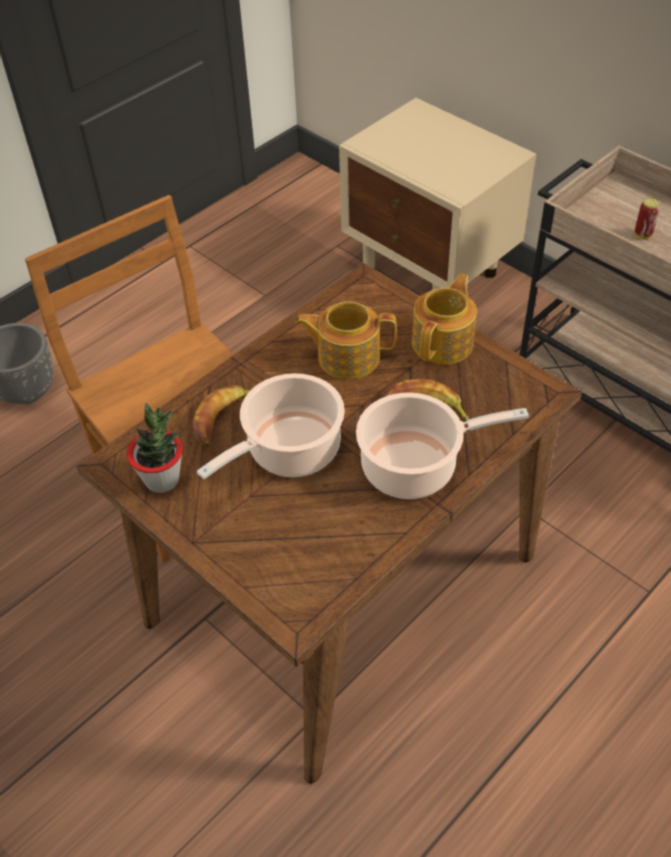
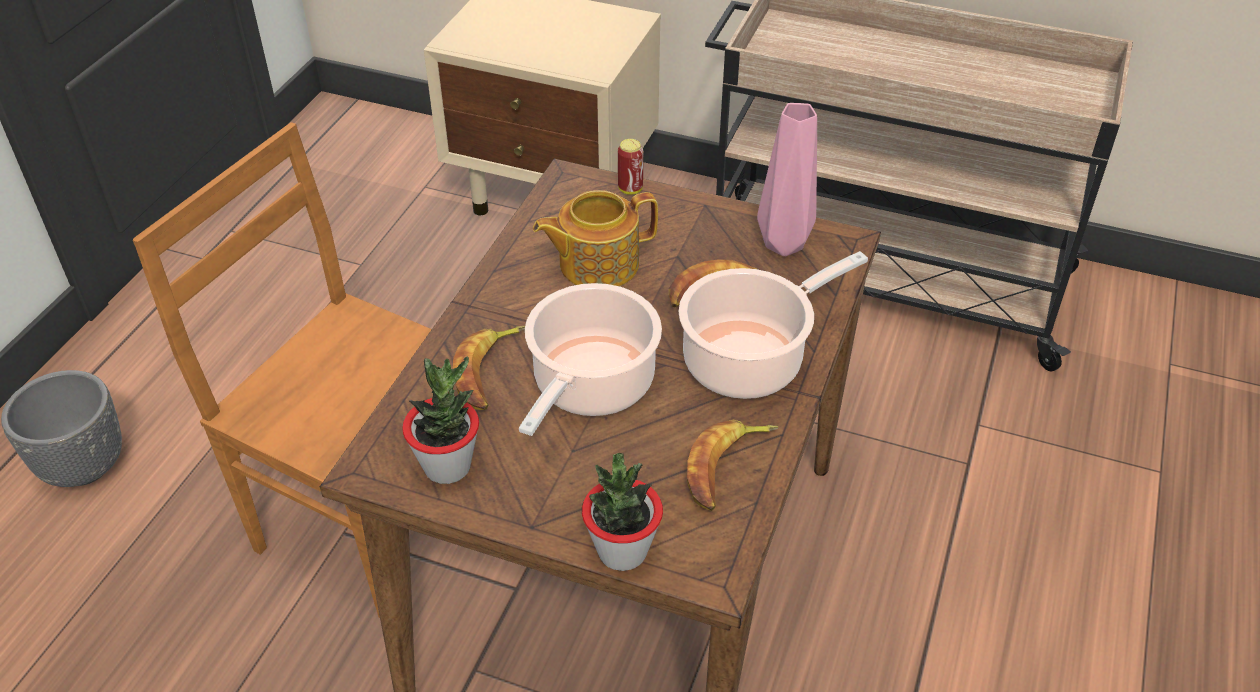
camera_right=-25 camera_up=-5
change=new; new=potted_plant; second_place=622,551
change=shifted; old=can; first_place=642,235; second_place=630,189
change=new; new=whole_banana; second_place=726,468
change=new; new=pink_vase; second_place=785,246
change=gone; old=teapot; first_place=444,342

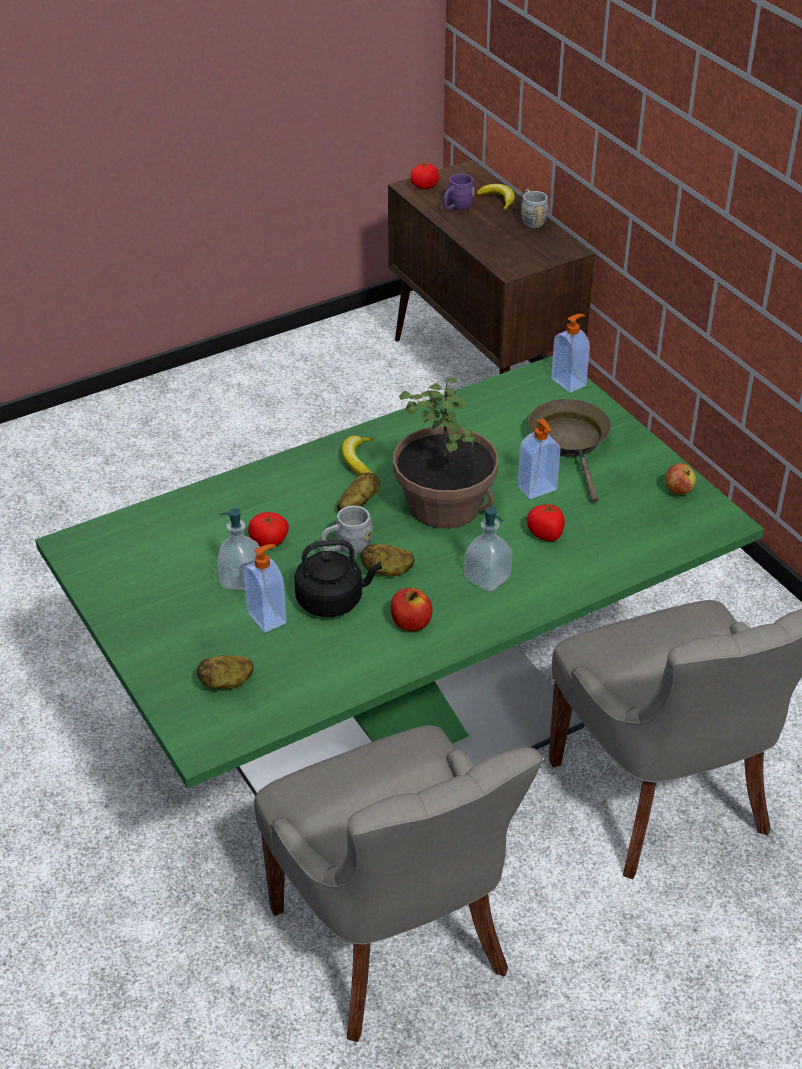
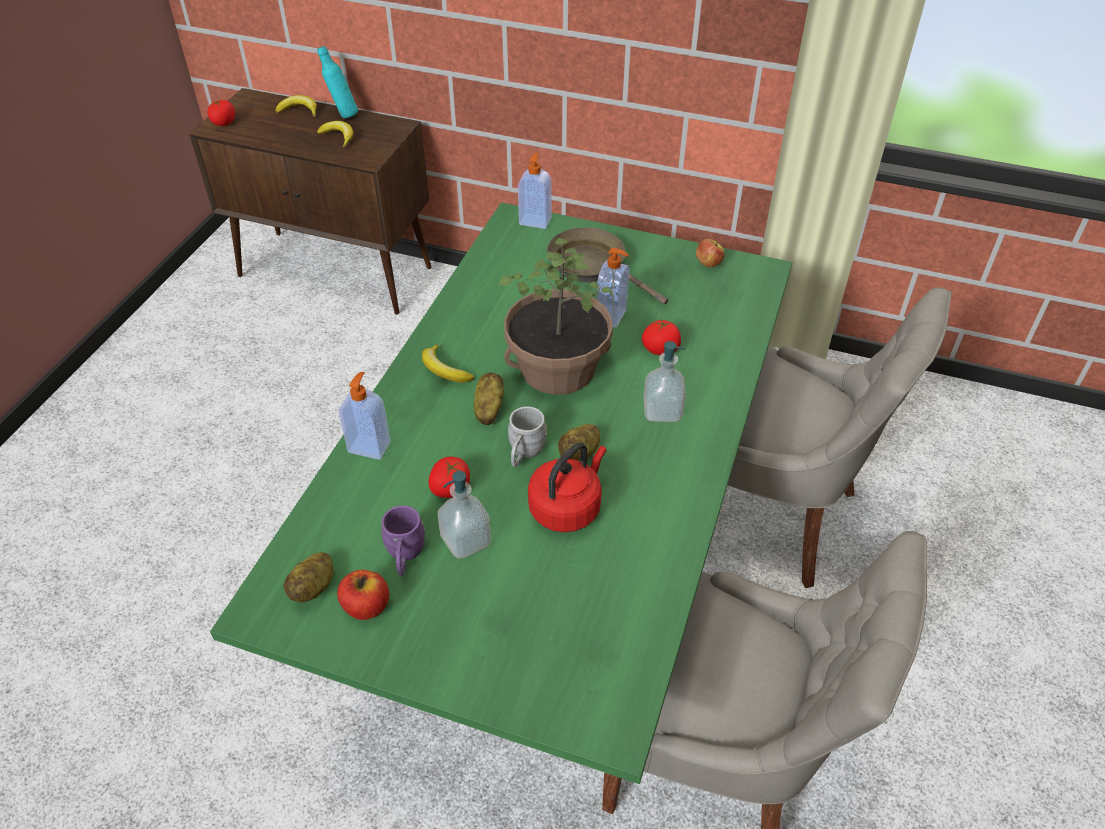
camera_right=-40 camera_up=5
change=shifted; old=spud; first_place=227,683; second_place=314,587
change=swapped; old=gray_tea_mug; new=blue-green_beverage_bottle; first_place=531,219; second_place=343,115
change=new; new=whole_banana; second_place=338,137
change=shifted; old=apple; first_place=411,623; second_place=366,606
change=shifted; old=soap_bottle; first_place=268,617; second_place=370,446
change=shifted; old=purple-coloured_tea_mug; first_place=456,207; second_place=405,556
change=repainted; old=black-coloured_water_kettle; new=red-coloured_water_kettle; first_place=333,600; second_place=567,507

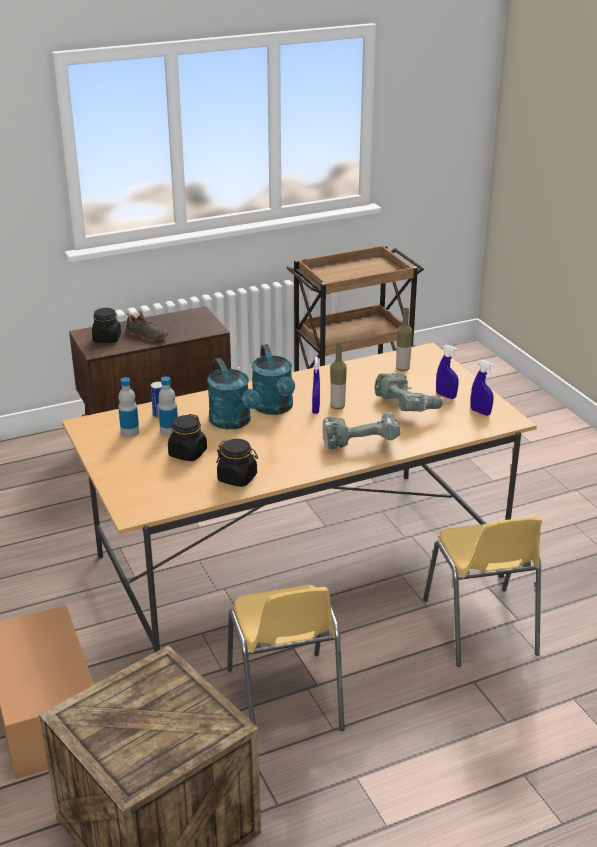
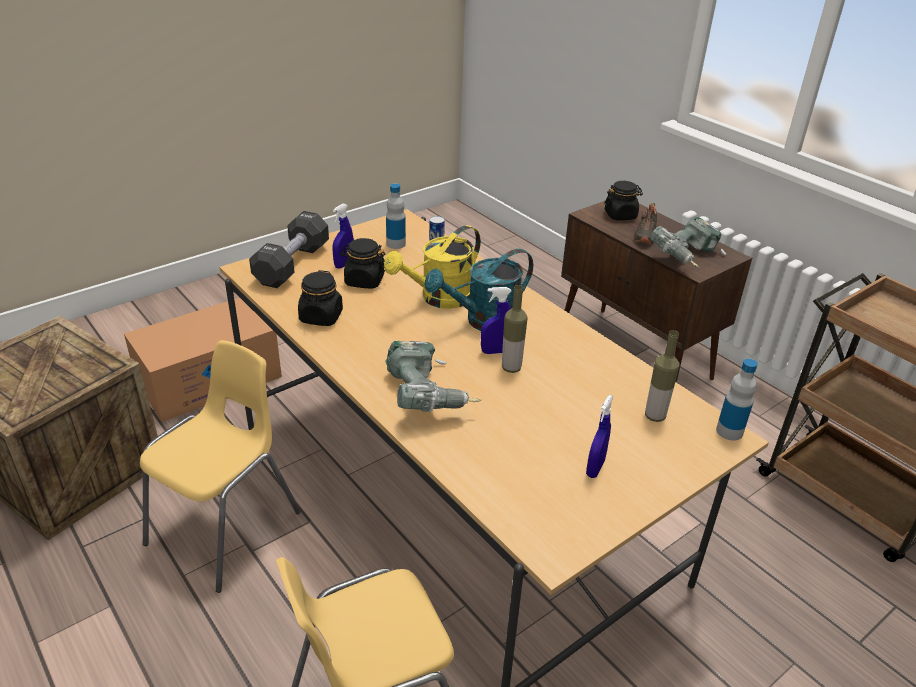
camera_right=75 camera_up=5
change=rotated; old=yellow_upright_chair; first_place=285,700; second_place=227,528; degrees=150
change=new; new=black-coloured_free_weight; second_place=292,264
change=shifted; old=blue-coloured_hand_sprayer; first_place=480,412; second_place=344,264
change=repainted; old=blue-green_sprinkling_can; new=yellow_sprinkling_can; first_place=233,422; second_place=439,299
change=shifted; old=electric_drill; first_place=409,408; second_place=688,258
change=shifted; old=beverage_bottle; first_place=169,431; second_place=729,431

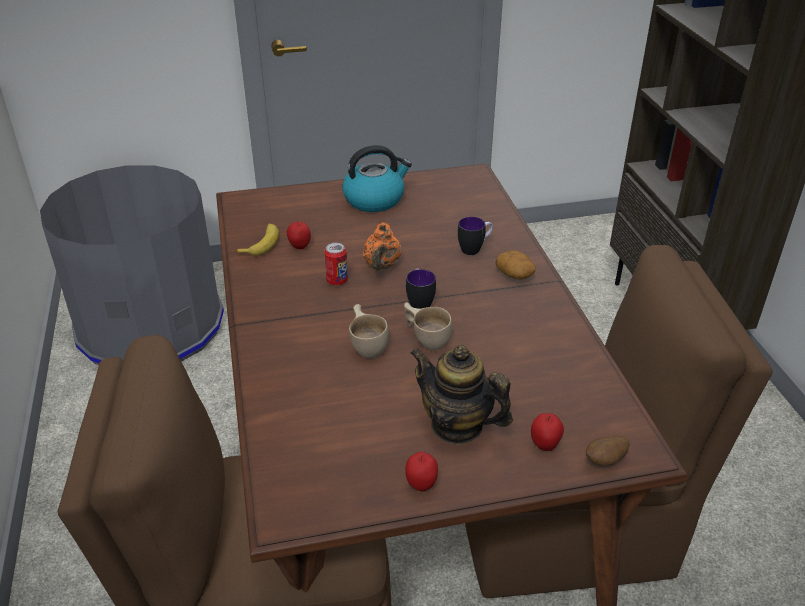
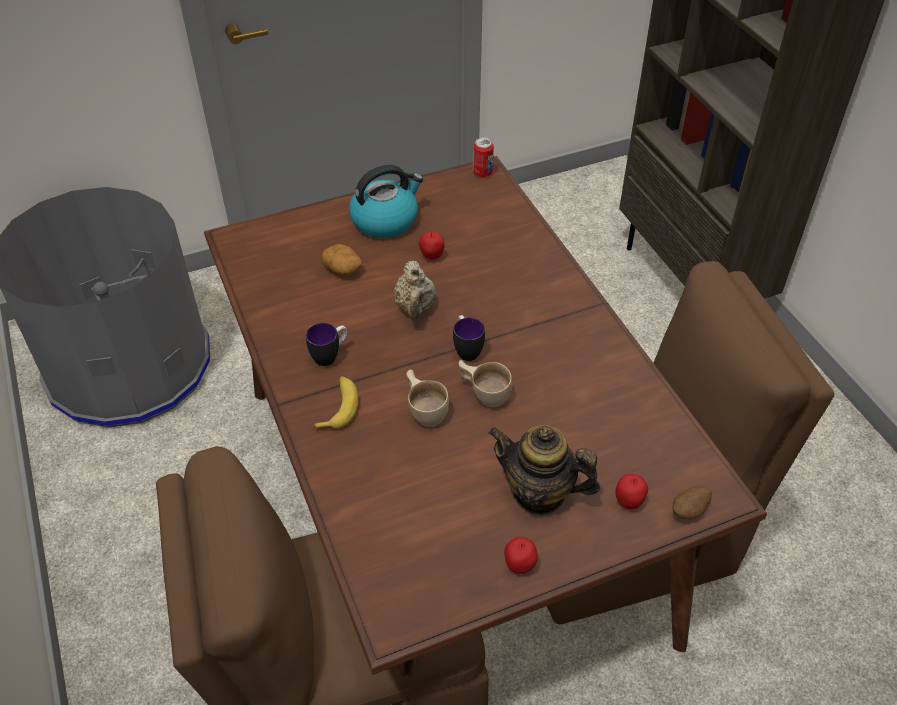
camera_right=-10 camera_up=10
change=shifted; old=tea_mug; first_place=474,249; second_place=330,356
change=shifted; old=whole_banana; first_place=261,244; second_place=338,407
change=shifted; old=spud; first_place=515,274; second_place=343,269
change=repainted; old=orangey_teapot; new=beige_teapot; first_place=382,265; second_place=415,308
change=shifted; old=apple; first_place=299,247; second_place=432,257
change=shifted; old=can; first_place=337,281; second_place=482,173

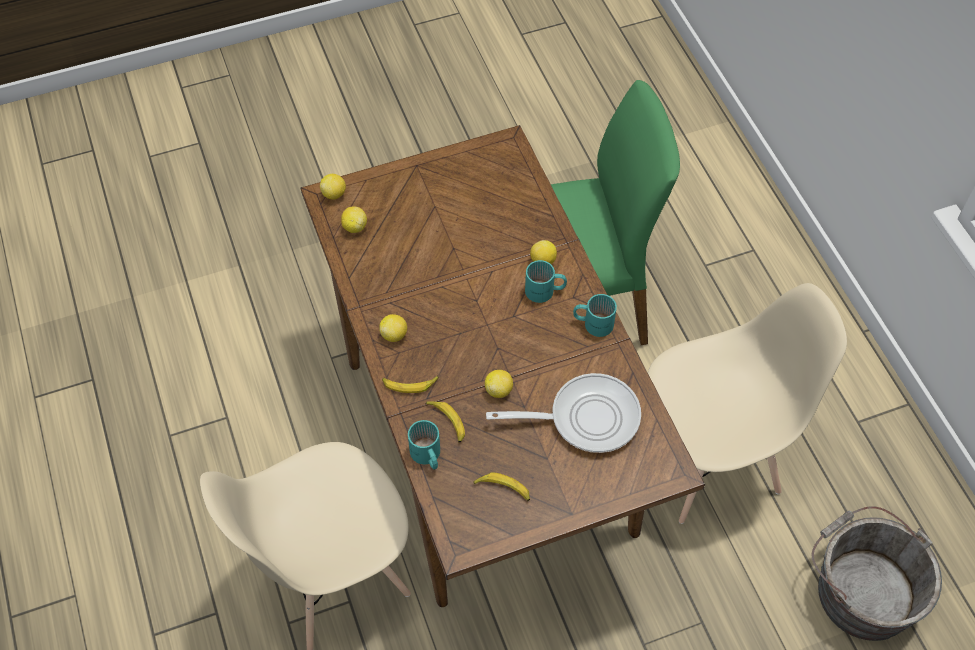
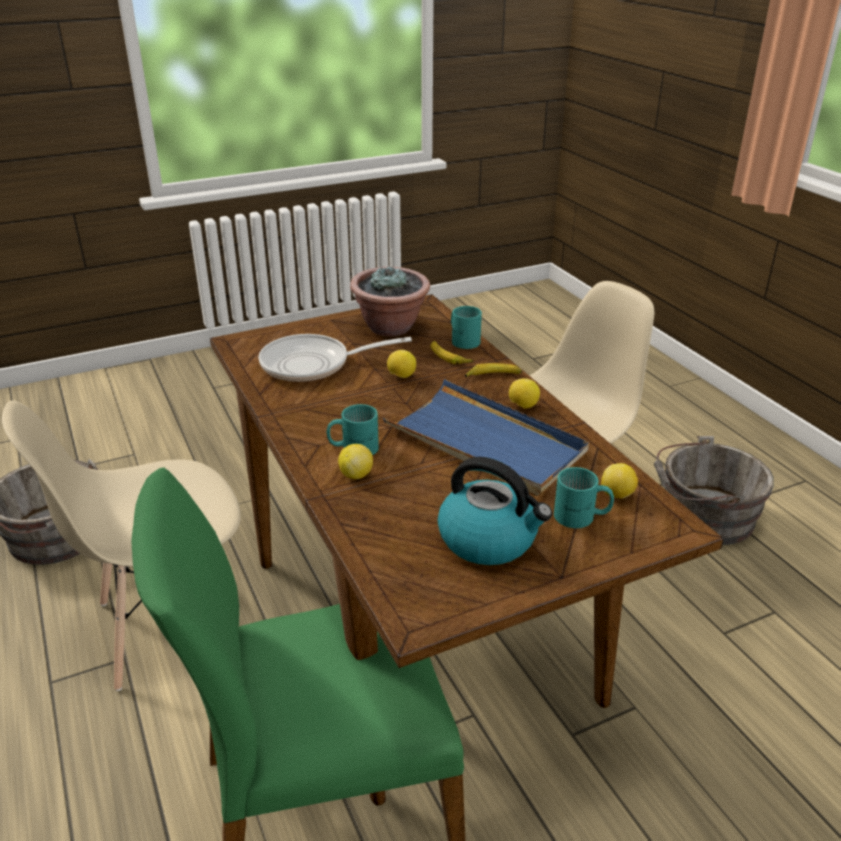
camera_right=175 camera_up=-25
change=swapped; old=whole_banana; new=potted_plant; first_place=503,489; second_place=391,327
change=new; new=blue-coloured_carrying_tray; second_place=486,443
change=new; new=water_kettle; second_place=489,539
change=shifted; old=blue-green_tea_mug; first_place=593,322; second_place=581,517
change=new; new=gray_pail; second_place=702,516
change=gone; old=lemon; first_place=334,194

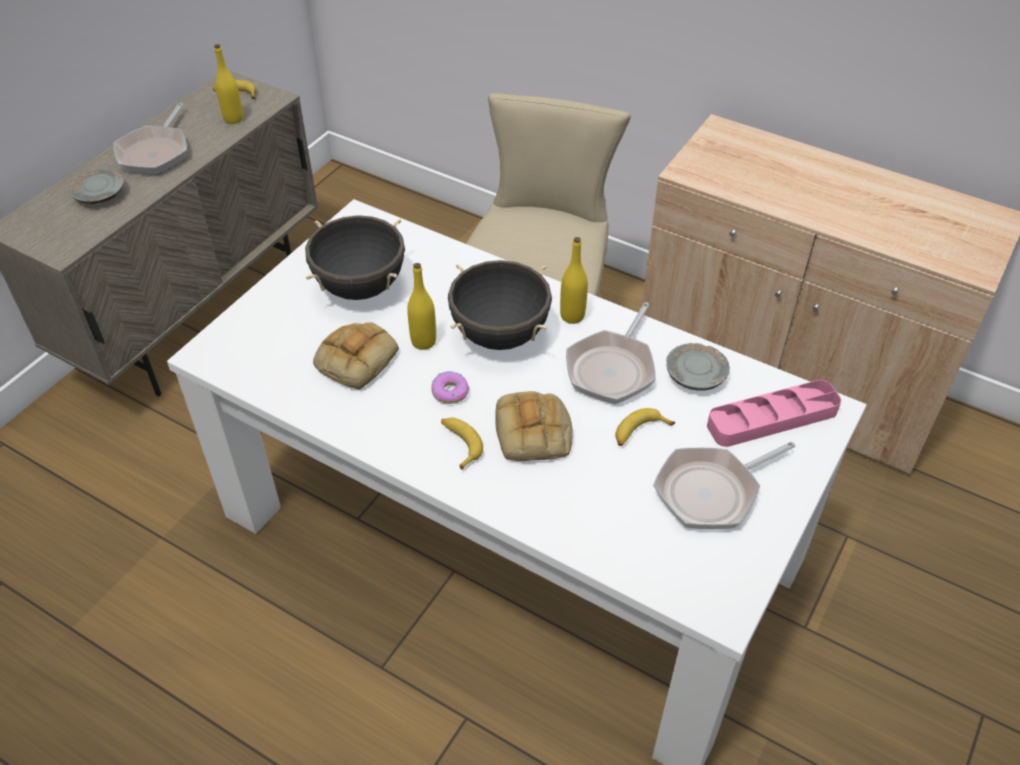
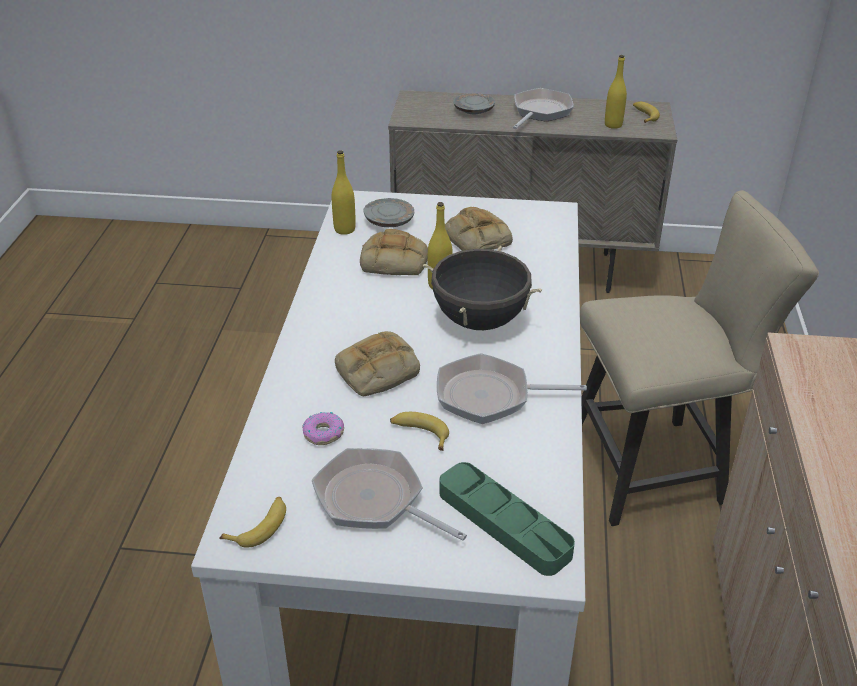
camera_right=65 camera_up=-10
change=shifted; old=whole_banana; first_place=459,444; second_place=259,526
change=shifted; old=donut; first_place=450,392; second_place=323,433
change=shifted; old=yellow_beverage_bottle; first_place=572,316; second_place=344,229
change=shifted; old=gray_flat_dish; first_place=695,375; second_place=389,221
change=repainted; old=pink_carrying_tray; new=green_carrying_tray; first_place=772,418; second_place=503,523
change=swapped; old=black-coloured_stockpot; new=bakery_bread; first_place=360,287; second_place=475,238
change=rotated; old=pan; first_place=156,152; second_place=540,112; degrees=135

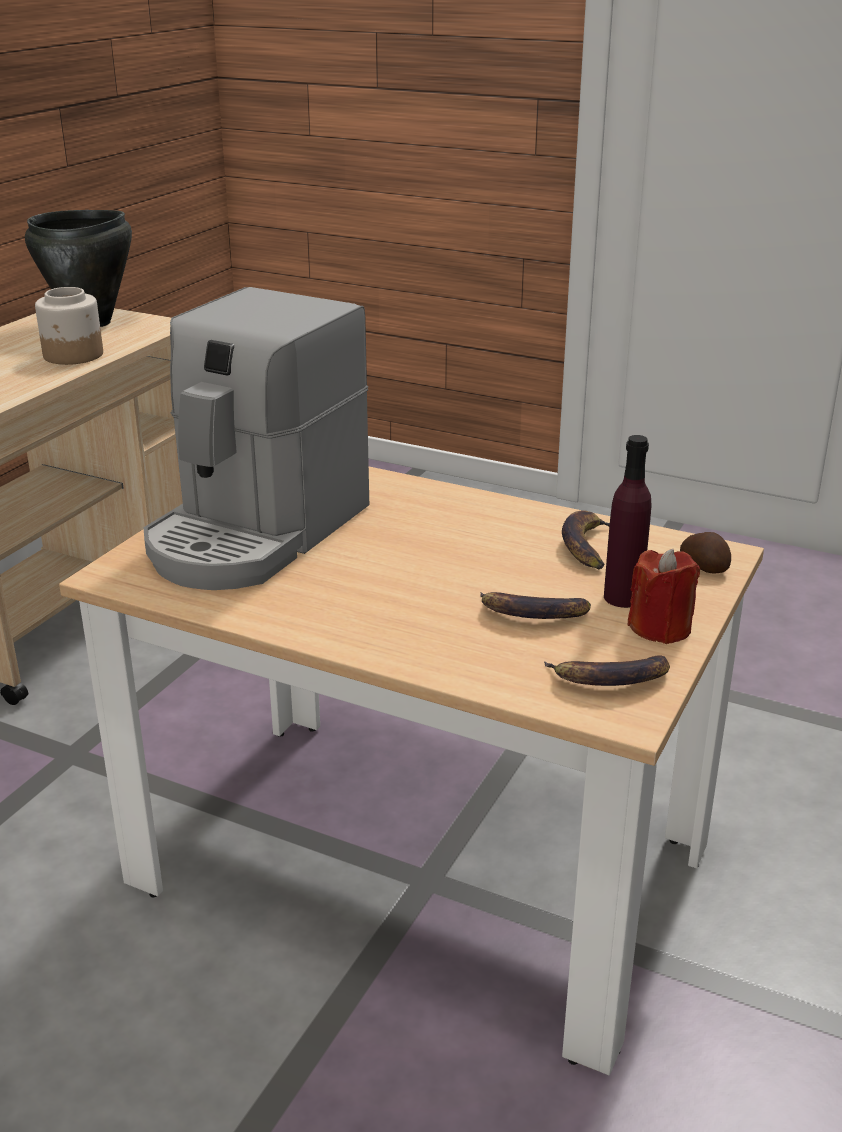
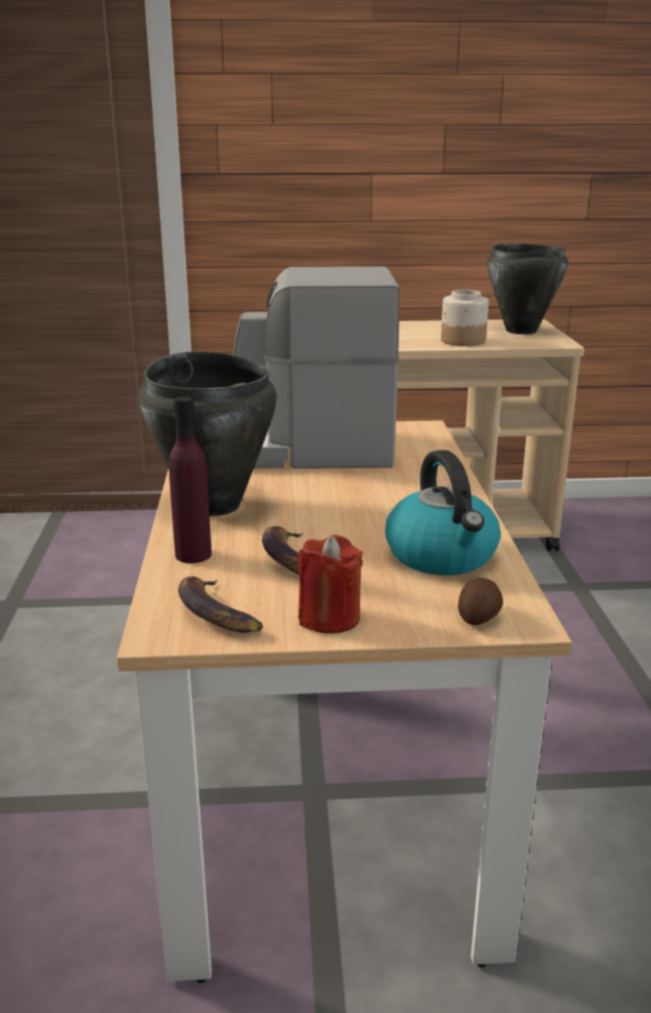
camera_right=60 camera_up=-5
change=new; new=black-coloured_stockpot; second_place=214,505
change=shifted; old=purple-coloured_beverage_bottle; first_place=622,597; second_place=193,554
change=swapped; old=whole_banana; new=water_kettle; first_place=587,546; second_place=442,556

